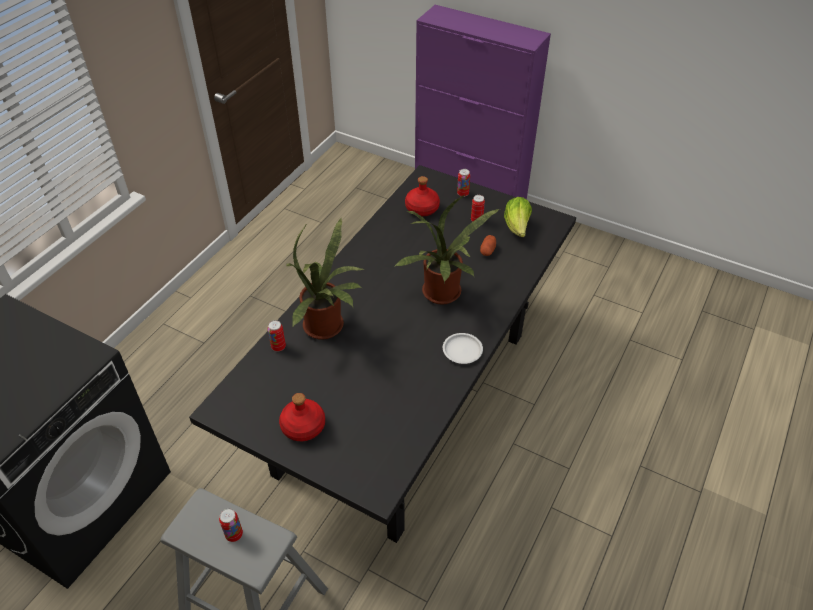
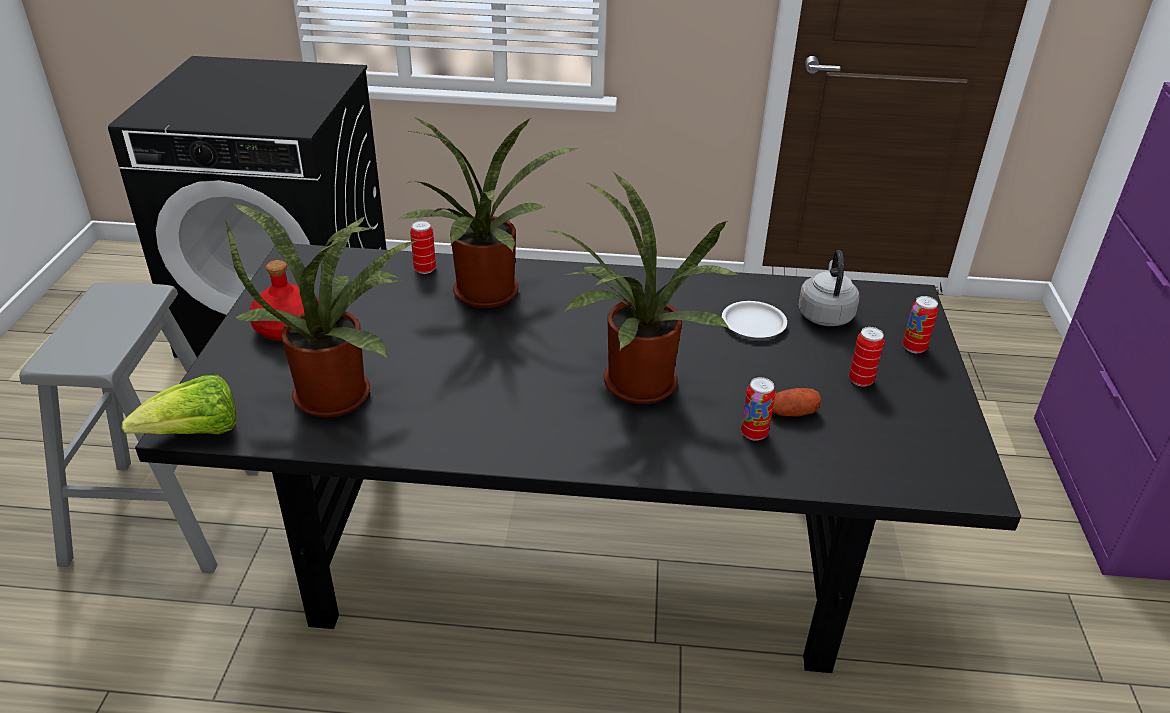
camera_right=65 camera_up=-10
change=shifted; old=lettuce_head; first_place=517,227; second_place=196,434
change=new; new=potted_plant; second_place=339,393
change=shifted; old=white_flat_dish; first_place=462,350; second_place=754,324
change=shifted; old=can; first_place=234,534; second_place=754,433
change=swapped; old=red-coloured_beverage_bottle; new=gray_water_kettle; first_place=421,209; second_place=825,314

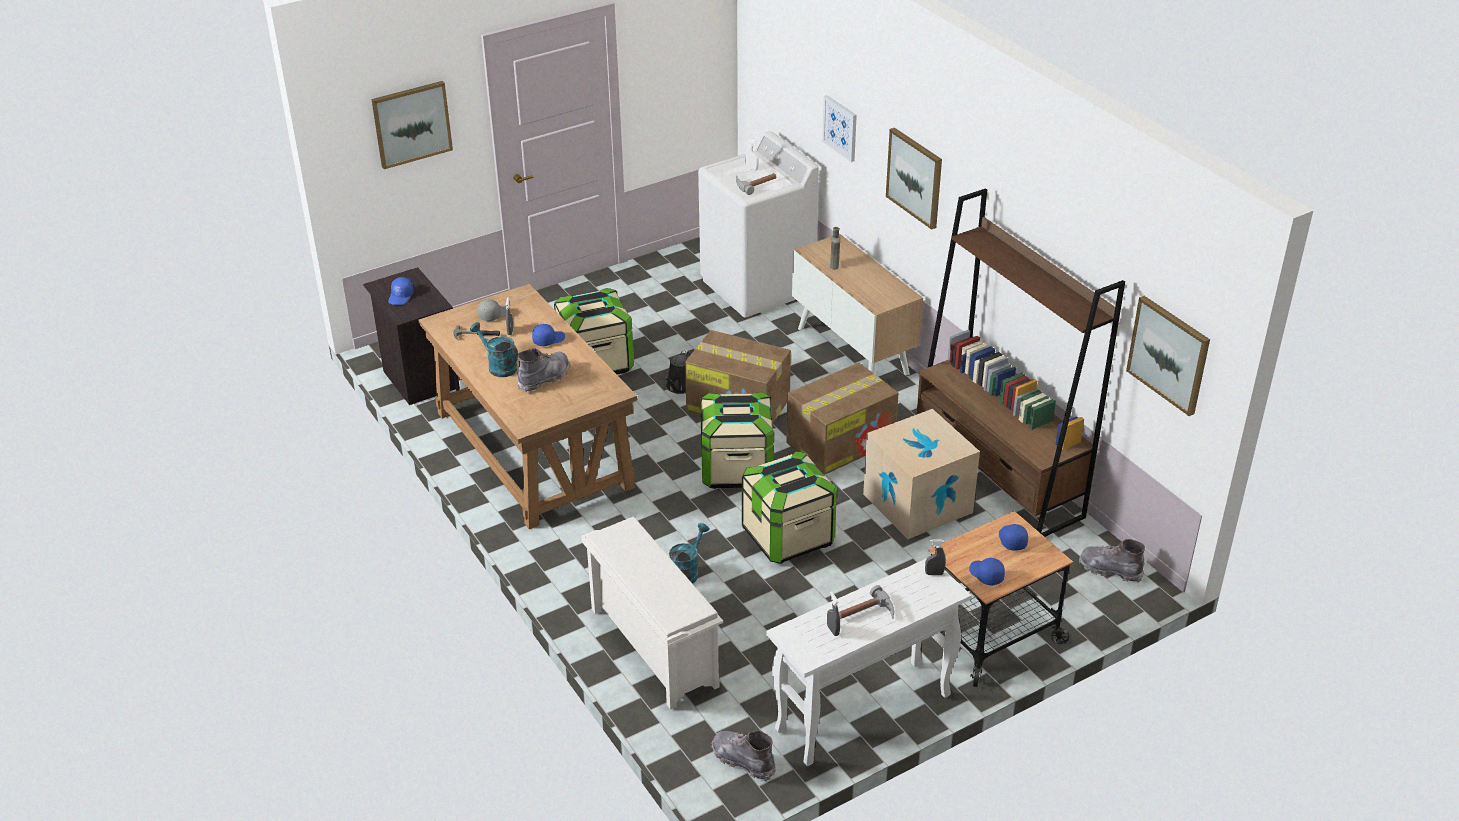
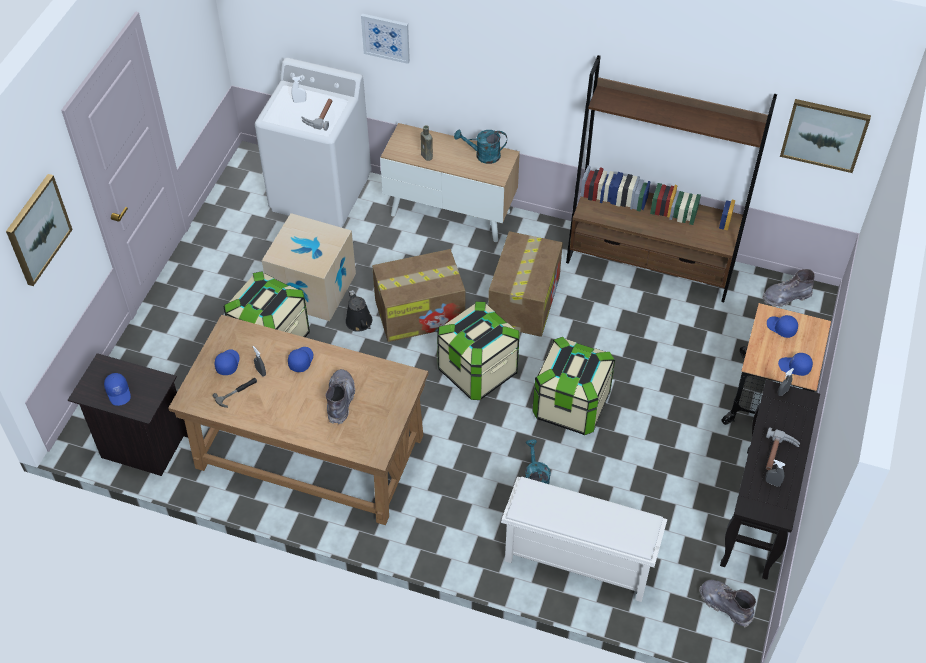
camera_right=-40 camera_up=15
change=repainted; old=gray_peaked_cap; new=blue-coloured_peaked_cap; first_place=493,314; second_place=227,363
change=shifted; old=cardboard_box; first_place=917,503; second_place=313,288
change=shifted; old=blue-green_sprinkling_can; first_place=498,366; second_place=483,155
change=rotated; old=gray_tall_boot; first_place=743,760; second_place=725,605; degrees=45
change=repainted; old=white_hall_table; new=black-coloured_hall_table; first_place=862,713; second_place=757,514
change=gone; old=wall_art; first_place=915,177

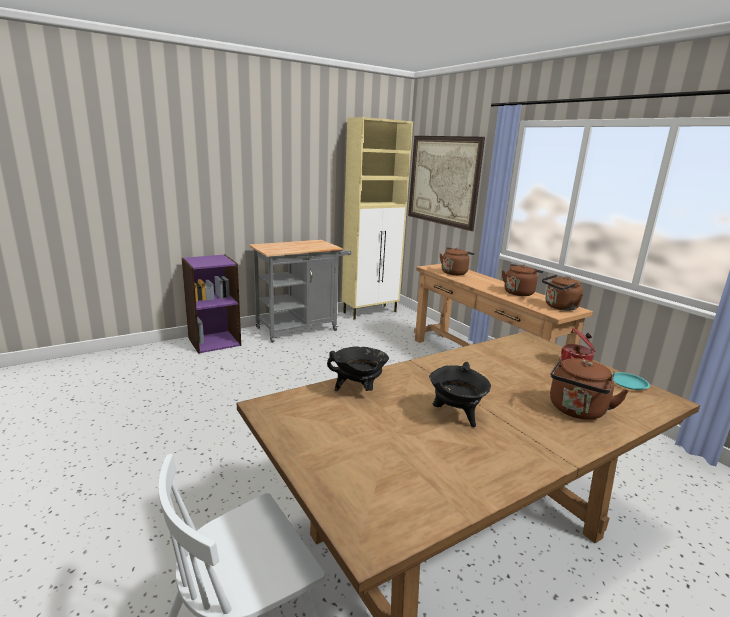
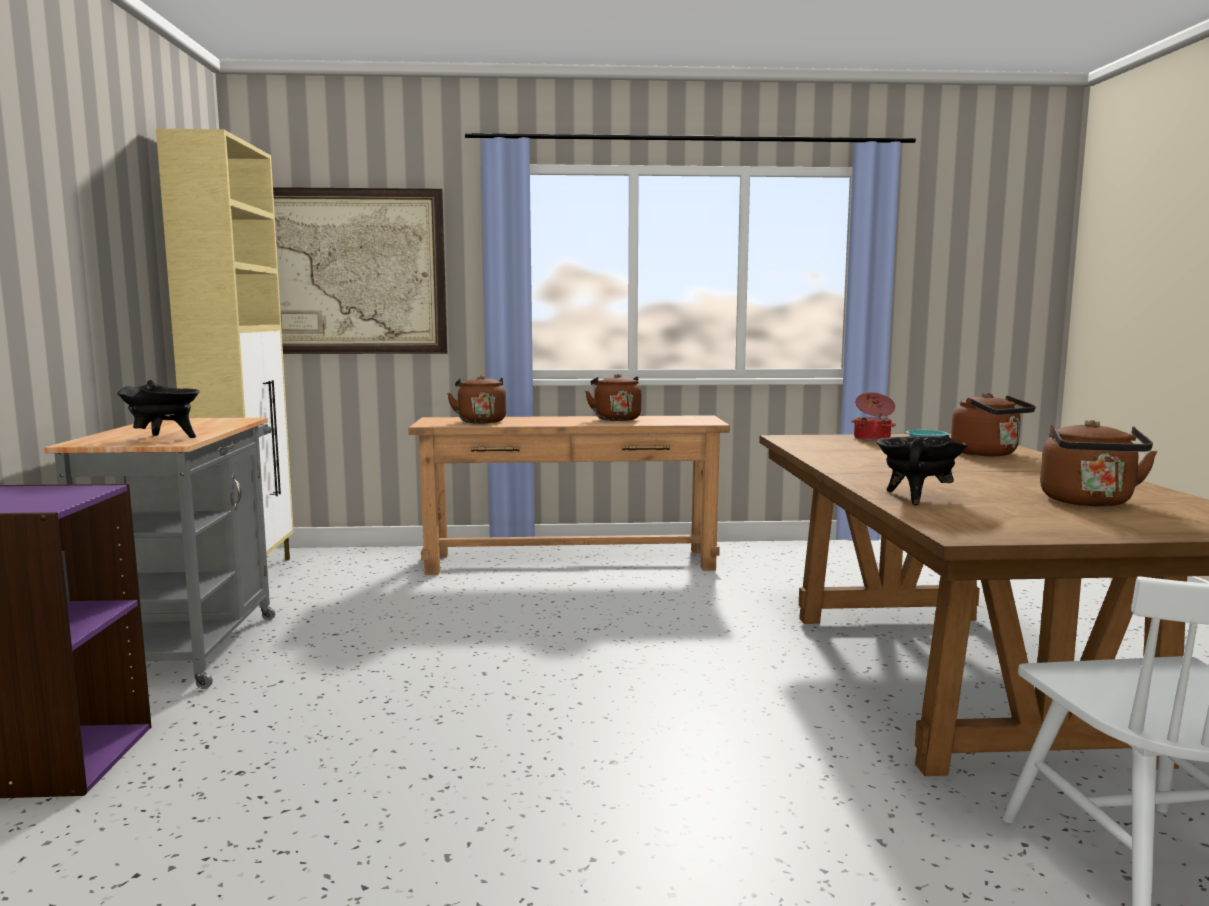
camera_right=-60 camera_up=-10
change=shifted; old=black-coloured_stockpot; first_place=456,415; second_place=164,438
change=shifted; old=brown_water_kettle; first_place=559,307; second_place=1088,502

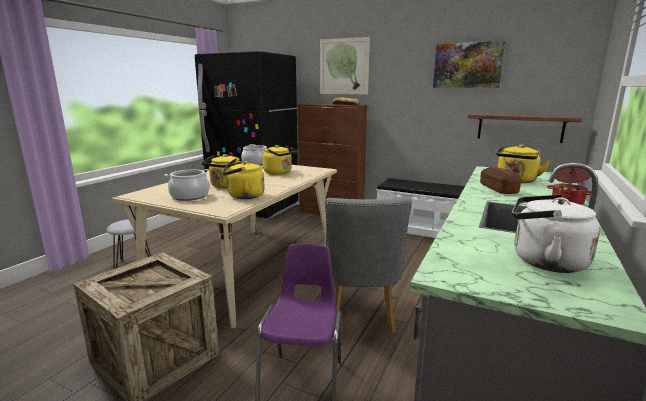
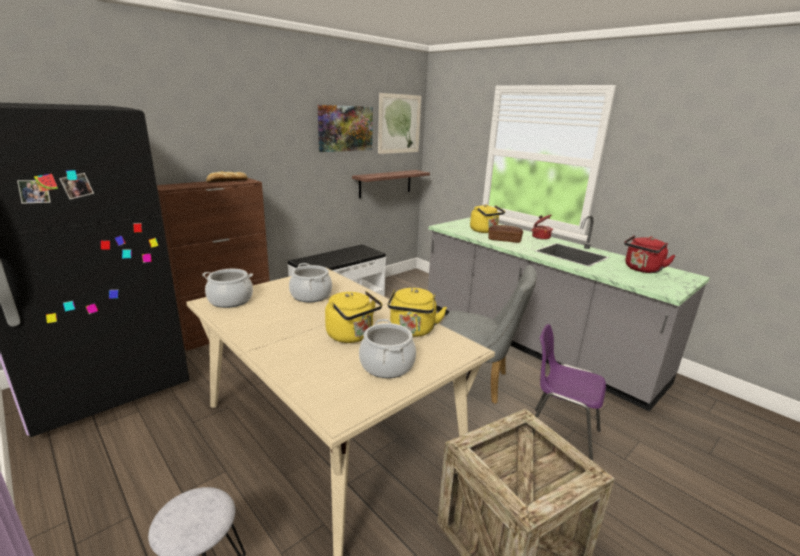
camera_right=-70 camera_up=5
change=swapped; old=yellow_water_kettle; new=stockpot; first_place=279,173; second_place=311,295
change=shifted; old=wall_art; first_place=343,66; second_place=399,124
change=repainted; old=white_water_kettle; new=red-coloured_water_kettle; first_place=543,261; second_place=642,269

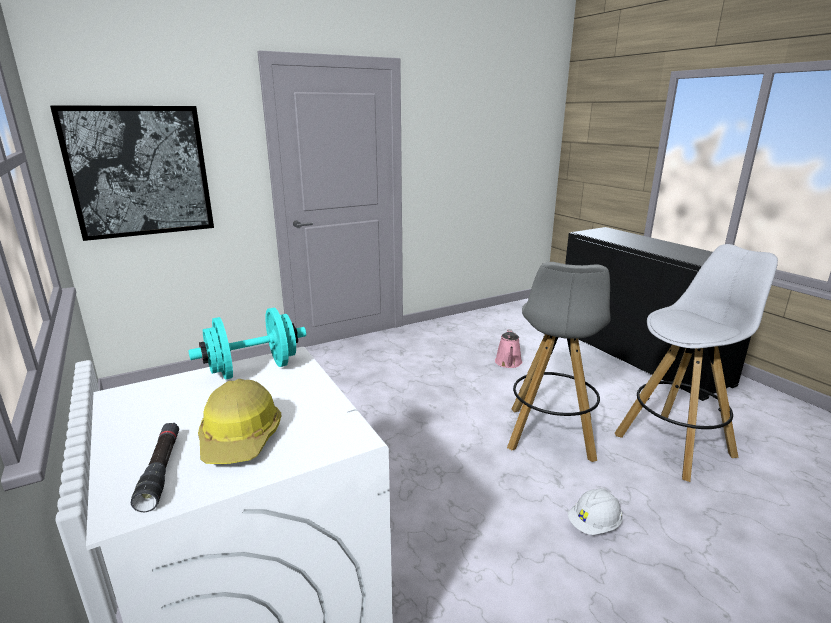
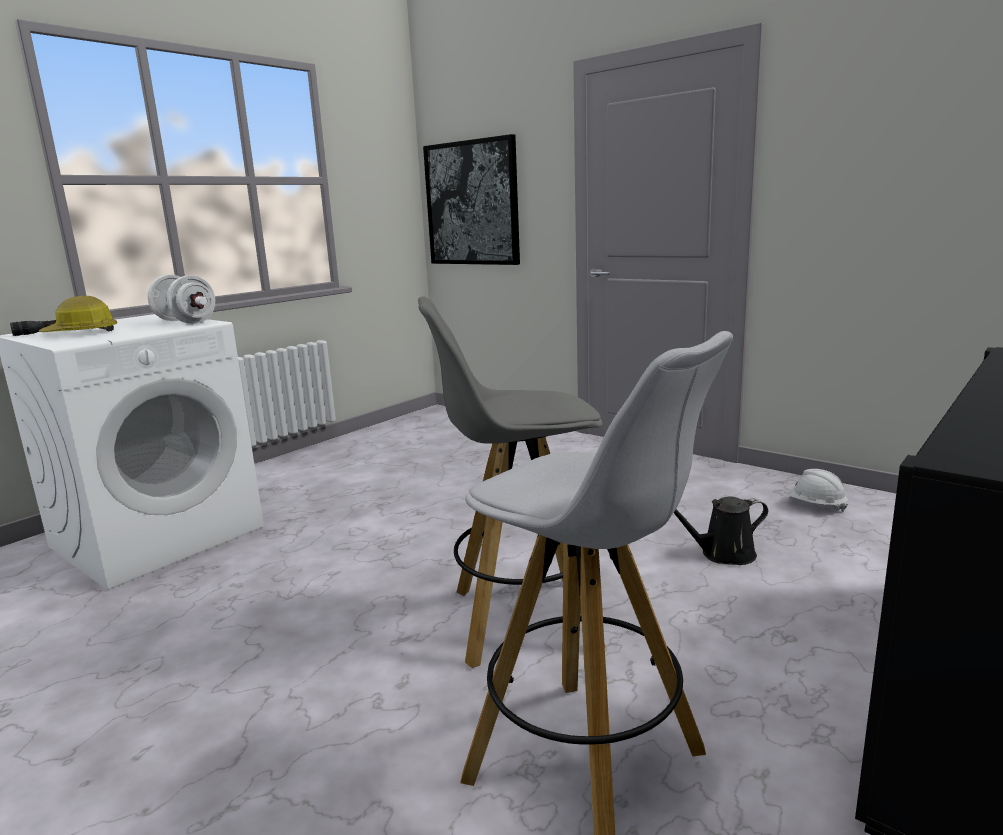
camera_right=70 camera_up=-5
change=repainted; old=blue-green_free_weight; new=white_free_weight; first_place=253,369; second_place=185,322
change=repainted; old=pink_sprinkling_can; new=black-coloured_sprinkling_can; first_place=508,363; second_place=723,554
change=shifted; old=white_hard_hat; first_place=594,525; second_place=815,506

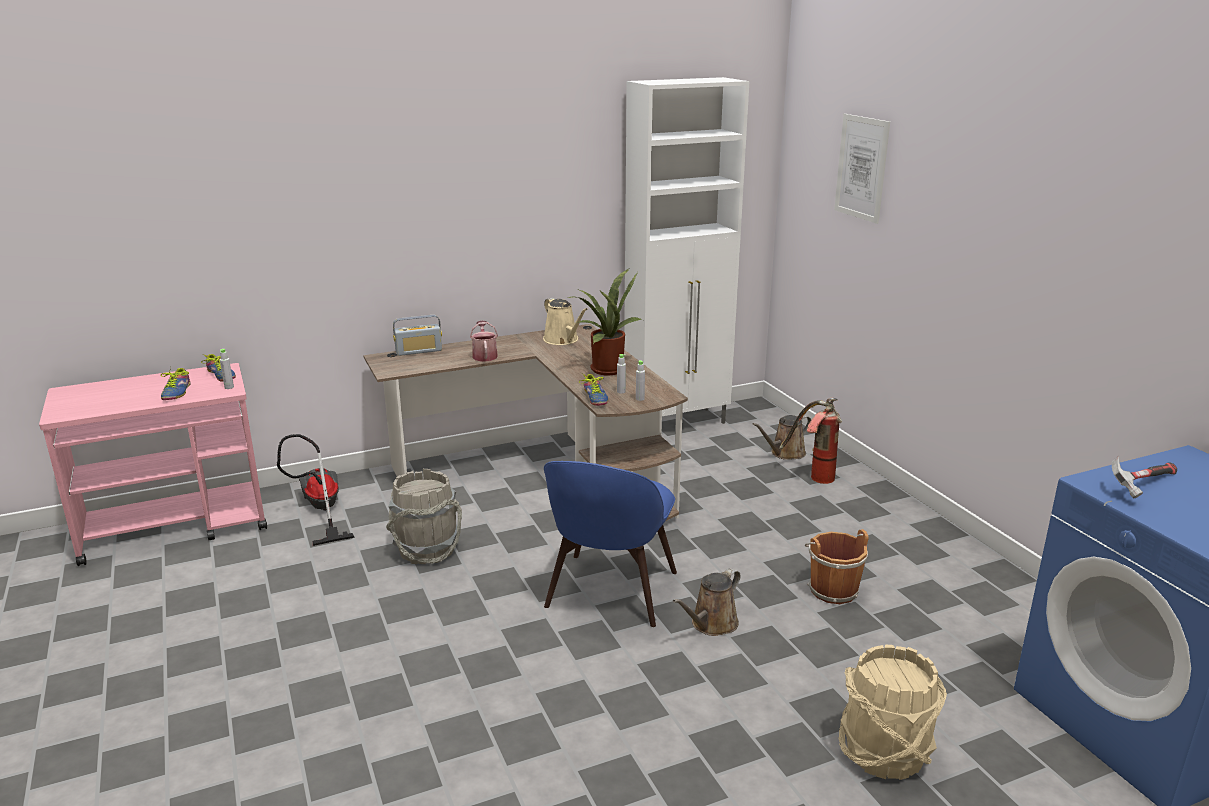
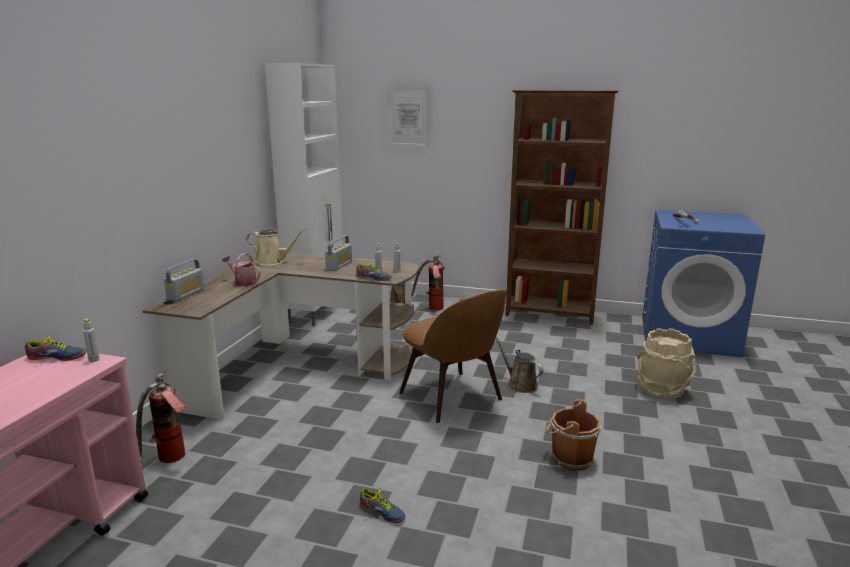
camera_right=-50 camera_up=-5
change=swapped; old=vacuum_cleaner; new=fire-fighting_cylinder; first_place=320,510; second_place=168,462
change=swapped; old=potted_plant; new=radio_receiver; first_place=605,368; second_place=339,265
change=shifted; old=shoe; first_place=174,392; second_place=381,513
change=repainted; old=blue-coloured_upright_chair; new=brown_upright_chair; first_place=610,593; second_place=453,398
change=rotated; old=brown_sprinkling_can; first_place=711,624; second_place=520,384; degrees=150
change=new; new=brown_shelving_unit; second_place=550,314
change=shifted; old=brown_pail; first_place=831,589; second_place=570,458
change=gone; old=gray_pail; first_place=427,550

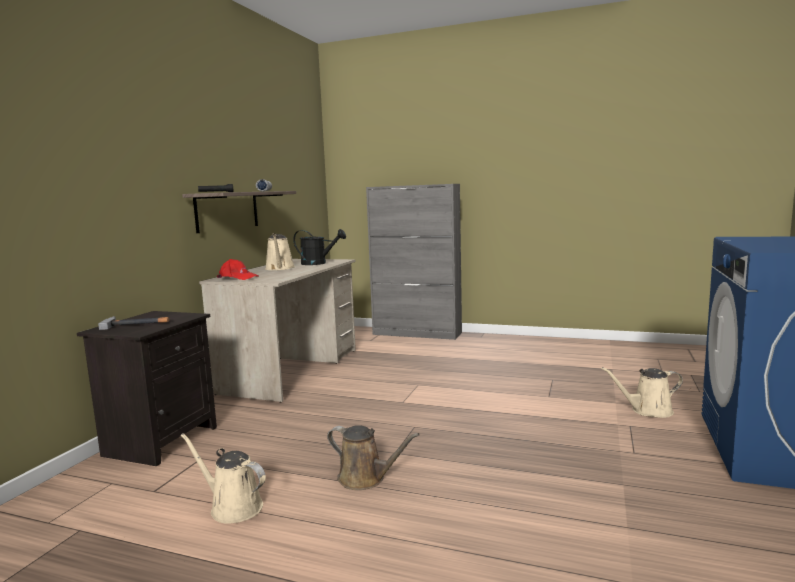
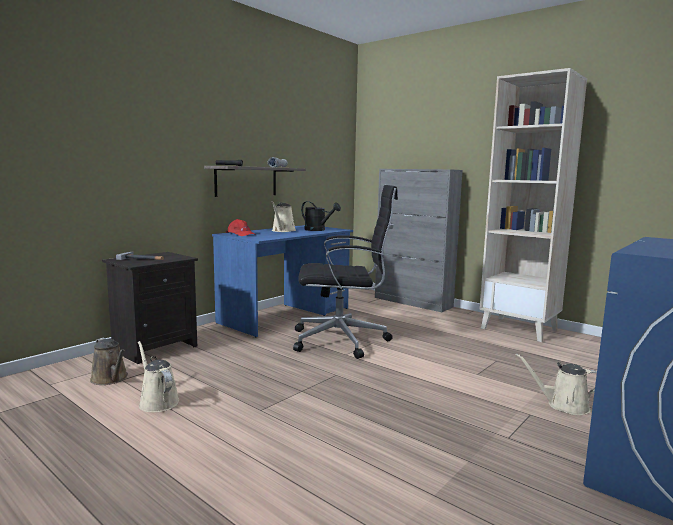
camera_right=20 camera_up=0
change=shifted; old=brown_sprinkling_can; first_place=365,478; second_place=110,379
change=repainted; old=beige_desk_unit; new=blue-coloured_desk_unit; first_place=292,370; second_place=286,315
change=new; new=black-coloured_computer_chair; second_place=343,340
change=new; new=beige_shelving_unit; second_place=520,329

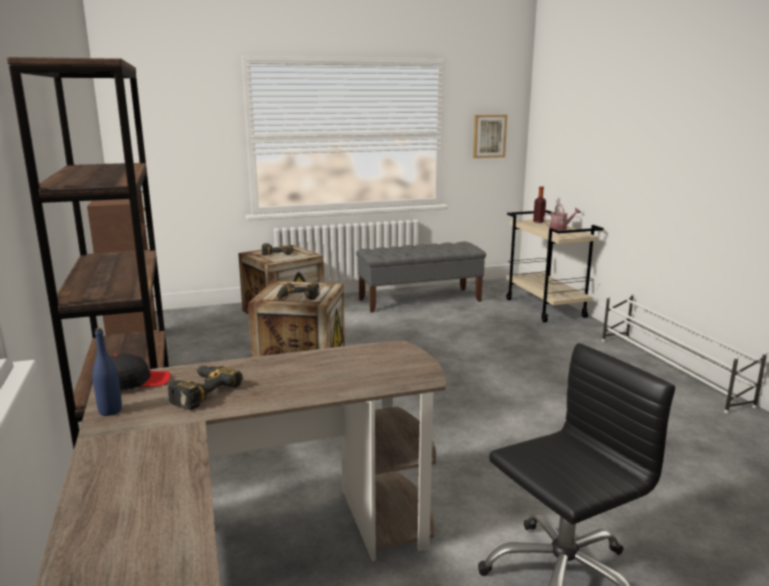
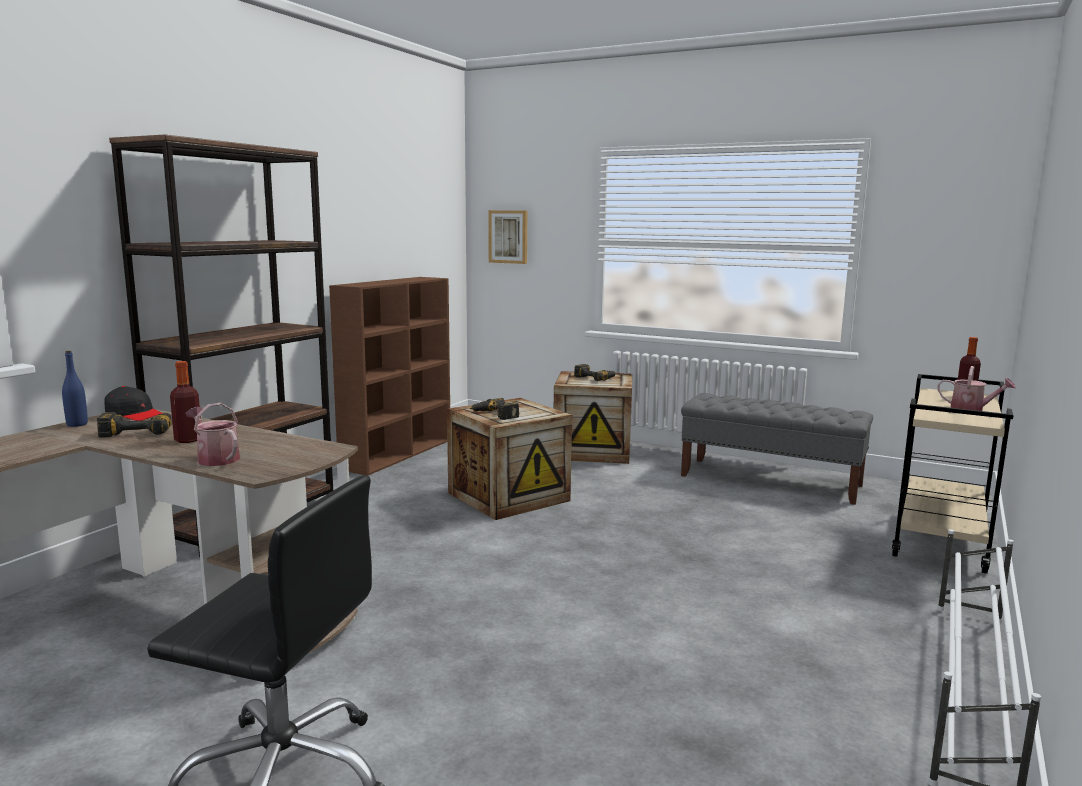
camera_right=45 camera_up=-5
change=new; new=beverage_bottle; second_place=188,440
change=new; new=sprinkling_can; second_place=215,458
change=shifted; old=wall_art; first_place=489,136; second_place=508,236

